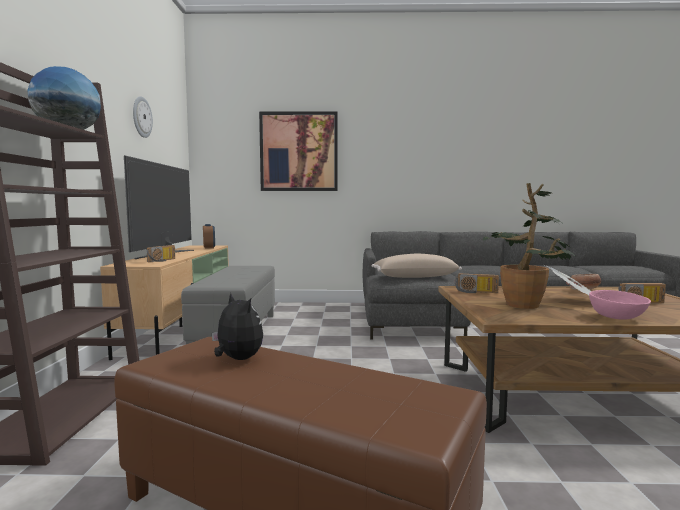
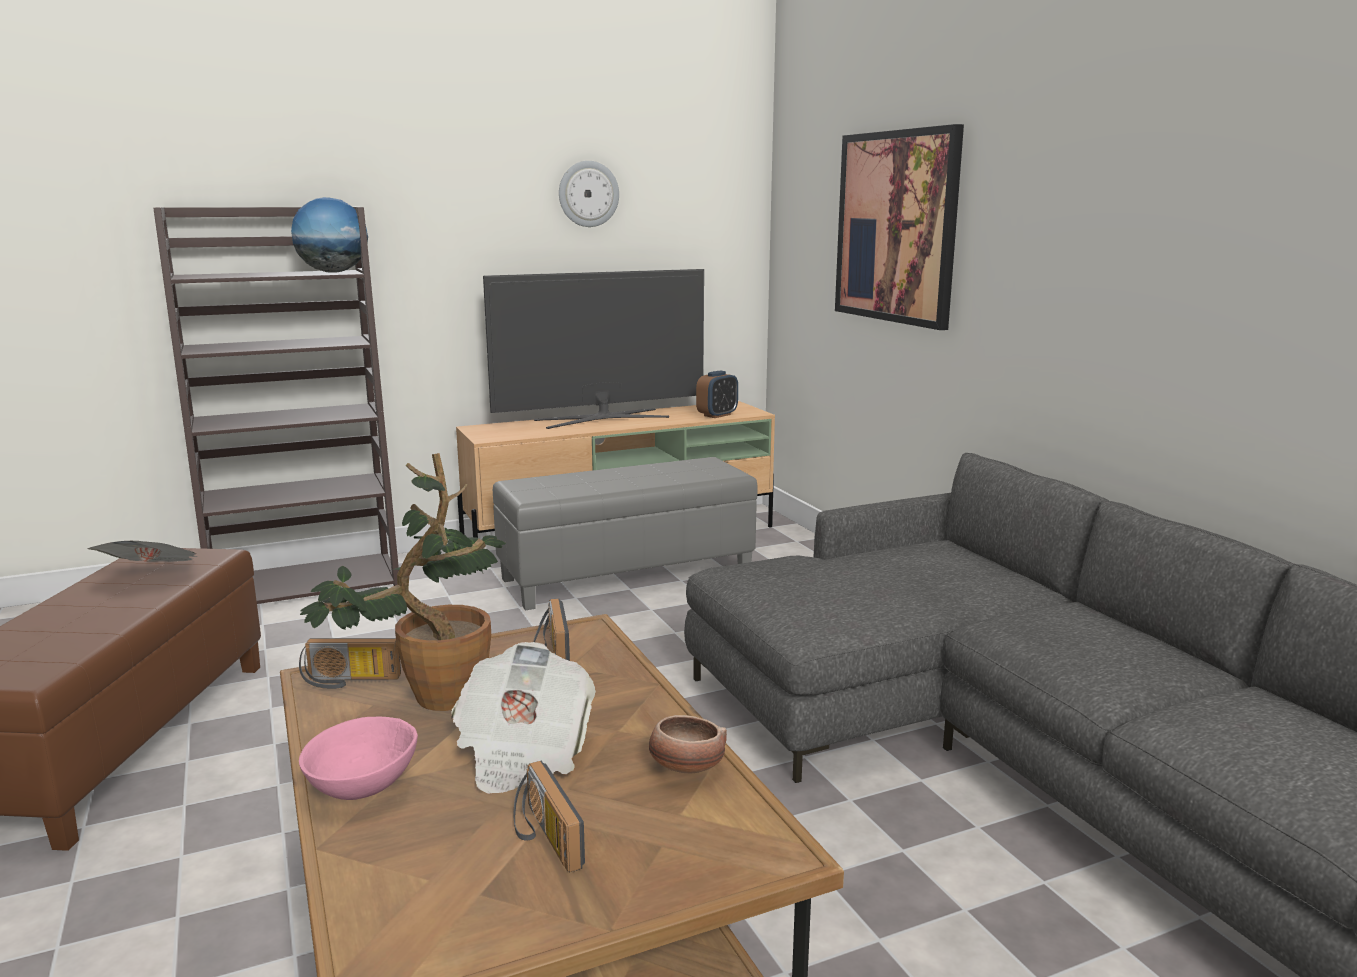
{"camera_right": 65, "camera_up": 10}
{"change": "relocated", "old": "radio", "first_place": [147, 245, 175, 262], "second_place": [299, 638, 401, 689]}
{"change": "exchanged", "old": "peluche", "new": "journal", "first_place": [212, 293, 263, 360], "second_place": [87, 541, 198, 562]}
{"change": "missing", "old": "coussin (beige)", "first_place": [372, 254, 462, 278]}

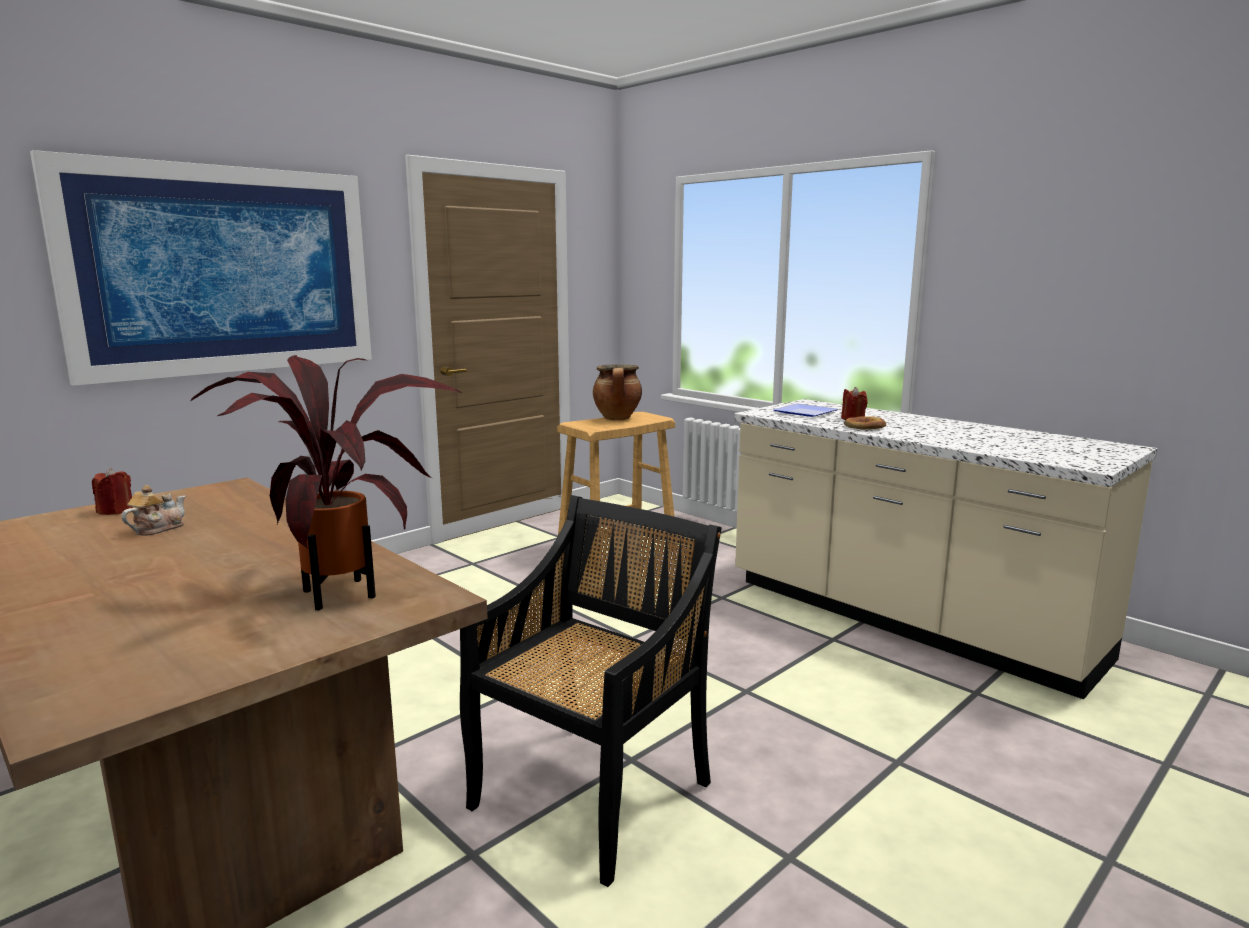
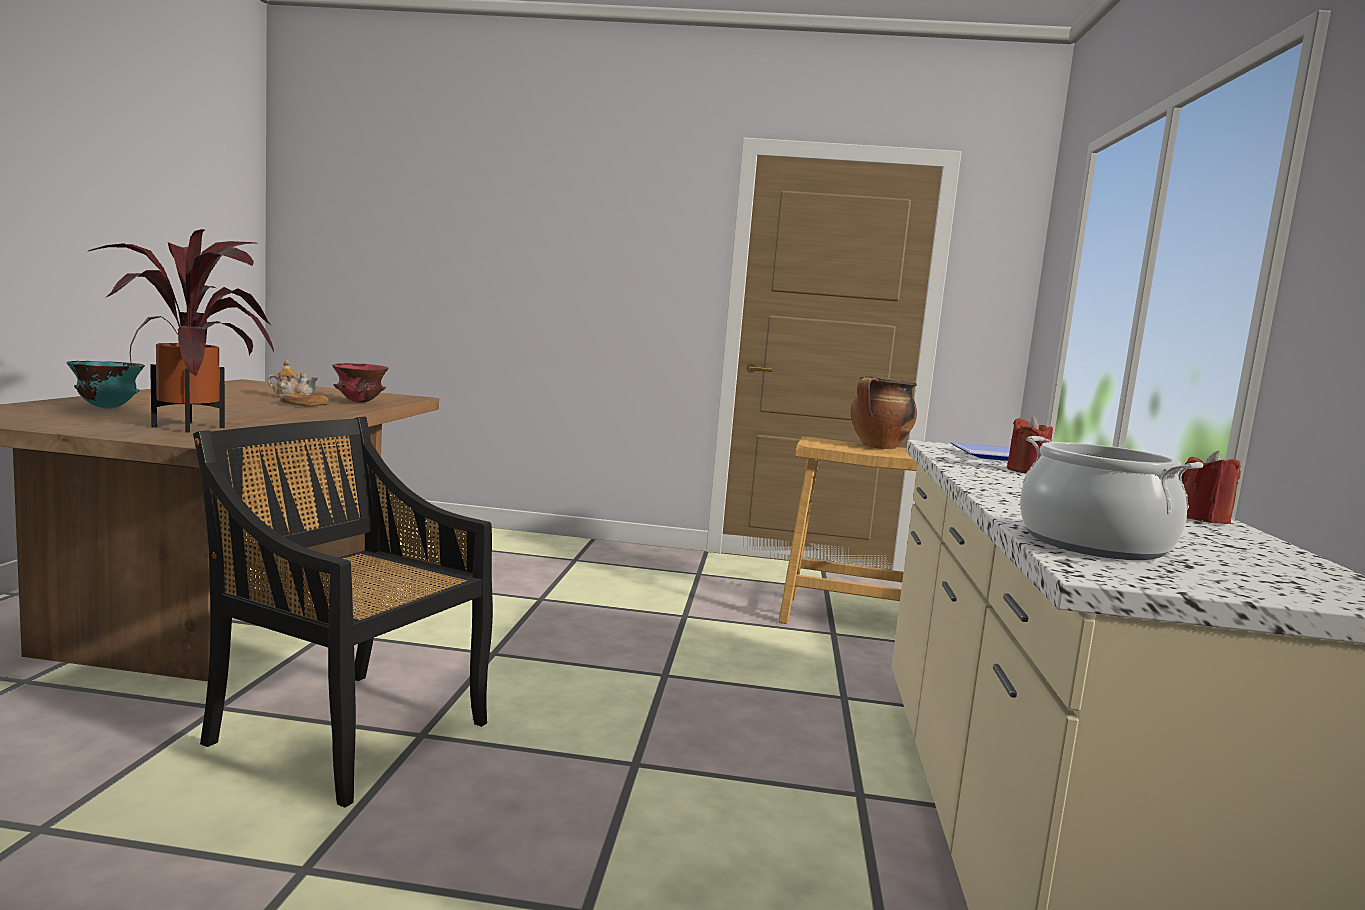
{"camera_right": 50, "camera_up": -5}
{"change": "missing", "old": "tableau", "first_place": [30, 150, 372, 386]}
{"change": "relocated", "old": "bougie (rouge)", "first_place": [92, 468, 133, 515], "second_place": [1182, 451, 1241, 524]}
{"change": "spun", "old": "chaise (noir)", "first_place": [460, 495, 722, 887], "second_place": [193, 417, 493, 808], "degrees": -150}
{"change": "relocated", "old": "pain", "first_place": [844, 416, 886, 430], "second_place": [280, 393, 329, 407]}
{"change": "appeared", "new": "bol (turquoise)", "second_place": [66, 361, 145, 409]}
{"change": "appeared", "new": "bol (rouge)", "second_place": [332, 363, 389, 403]}
{"change": "appeared", "new": "marmite", "second_place": [1020, 436, 1203, 560]}

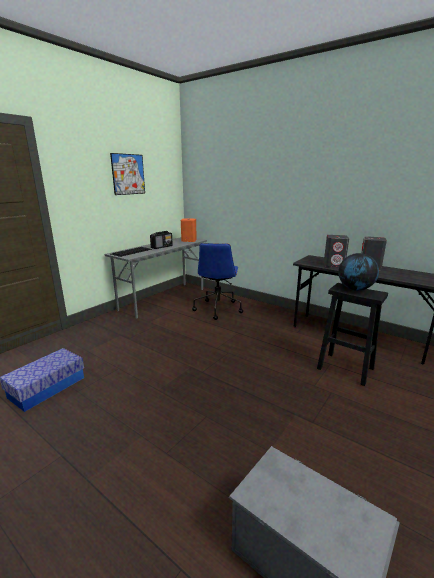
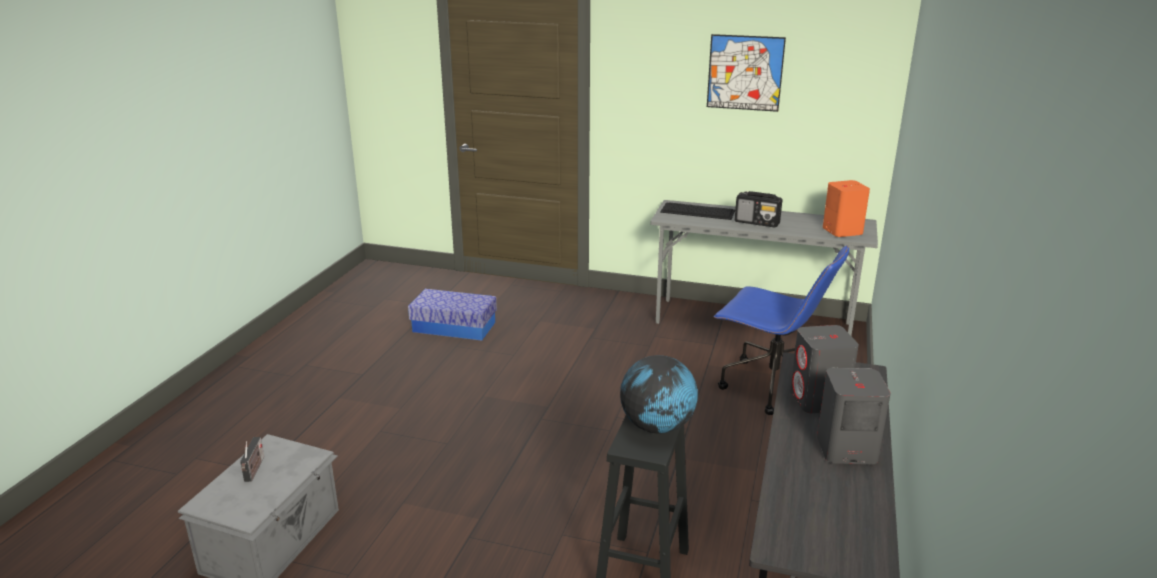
{"camera_right": 70, "camera_up": 5}
{"change": "spun", "old": "chaise de bureau (bleu)", "first_place": [192, 243, 243, 320], "second_place": [714, 245, 849, 415], "degrees": -135}
{"change": "appeared", "new": "radio", "second_place": [240, 437, 264, 482]}

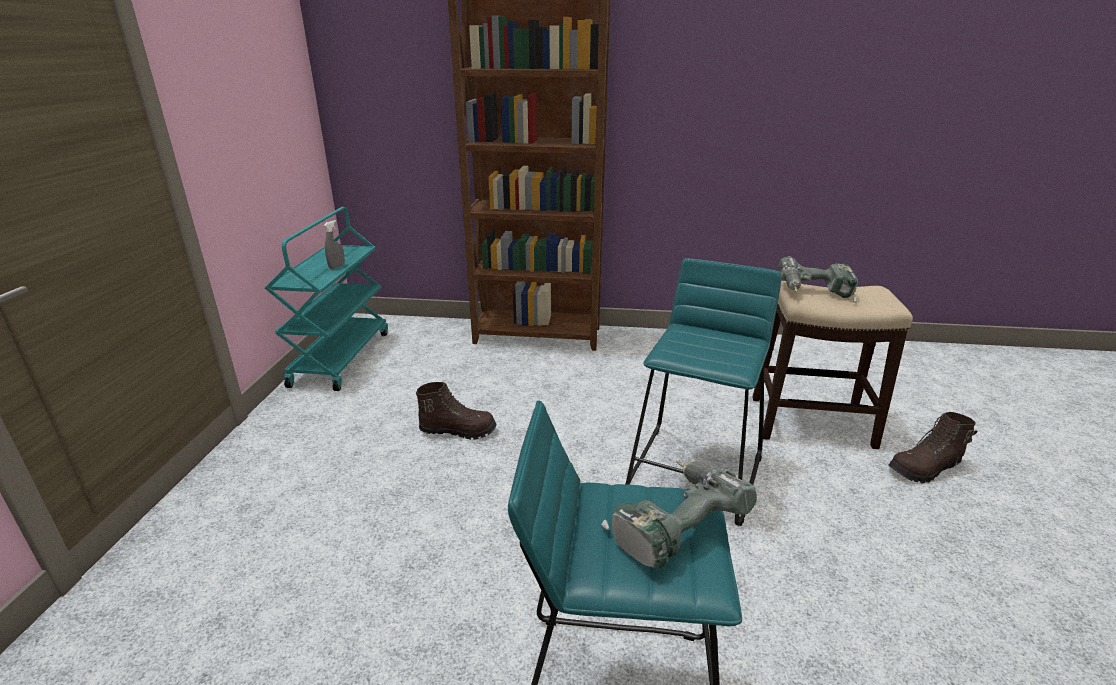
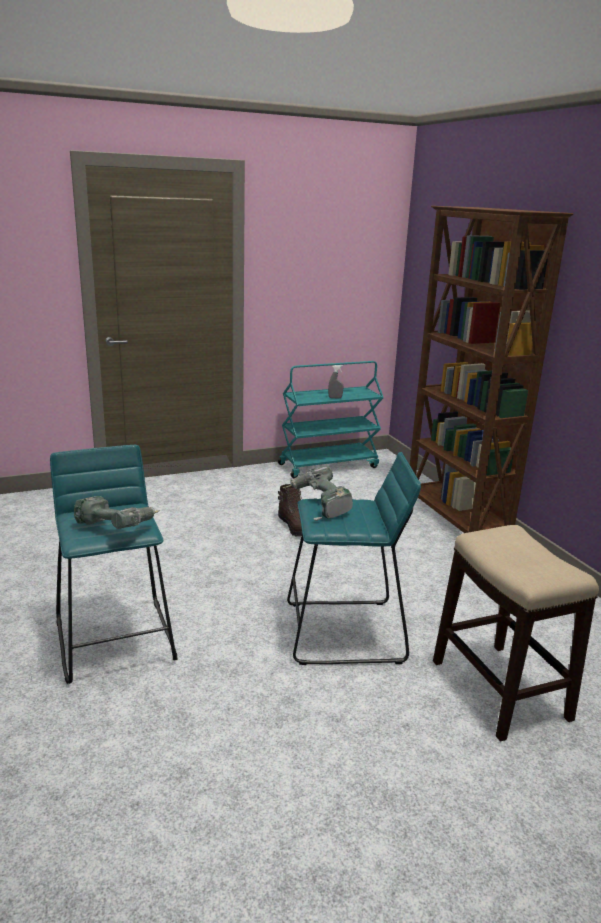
{"camera_right": 60, "camera_up": -5}
{"change": "relocated", "old": "perceuse", "first_place": [778, 256, 858, 302], "second_place": [283, 466, 353, 521]}
{"change": "missing", "old": "botte (marron)", "first_place": [888, 412, 978, 483]}

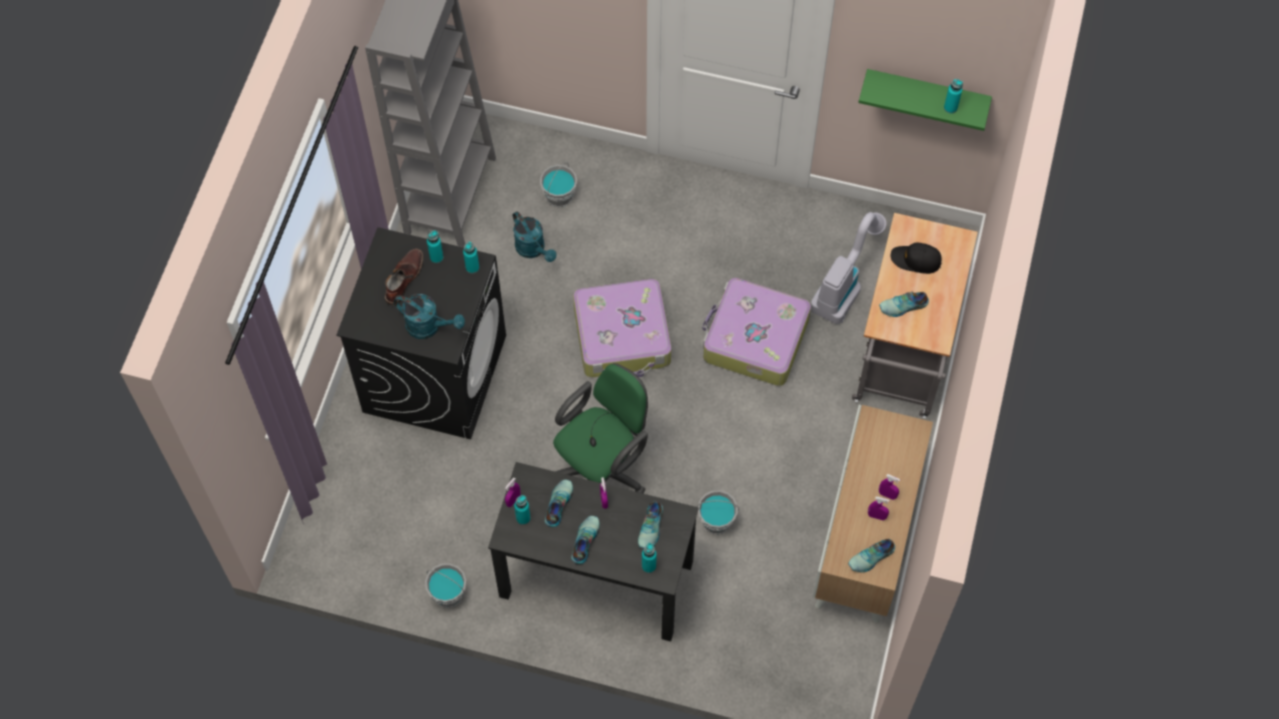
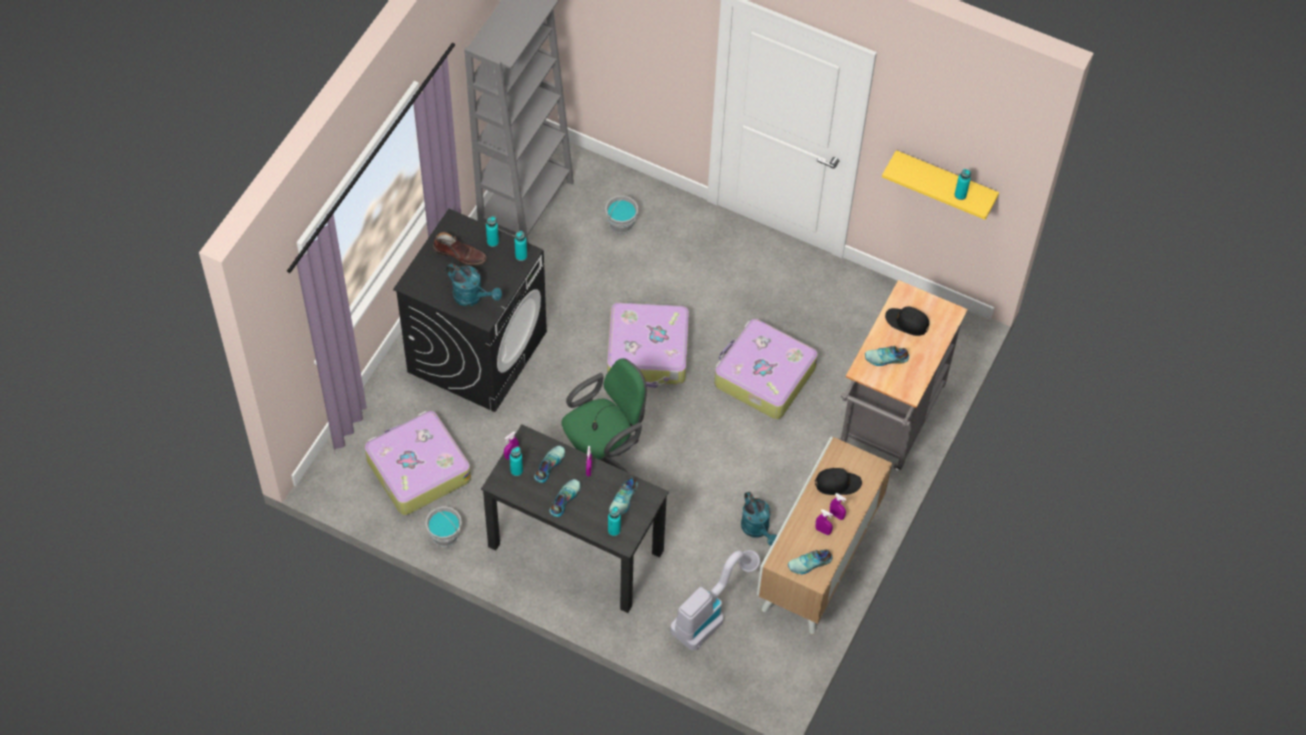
{"camera_right": 10, "camera_up": -5}
{"change": "spun", "old": "botte (marron)", "first_place": [385, 249, 423, 306], "second_place": [433, 232, 487, 266], "degrees": 75}
{"change": "relocated", "old": "arrosoir (turquoise)", "first_place": [513, 211, 556, 262], "second_place": [741, 491, 777, 546]}
{"change": "missing", "old": "seau (gris)", "first_place": [697, 490, 739, 535]}
{"change": "relocated", "old": "aspirateur", "first_place": [811, 212, 886, 324], "second_place": [670, 550, 760, 650]}
{"change": "colour", "old": "étagère (vert)", "new": "étagère (jaune)", "first_place": [859, 69, 992, 131], "second_place": [882, 150, 999, 220]}
{"change": "appeared", "new": "valise", "second_place": [364, 411, 471, 515]}
{"change": "appeared", "new": "casquette (noir)", "second_place": [815, 468, 862, 495]}

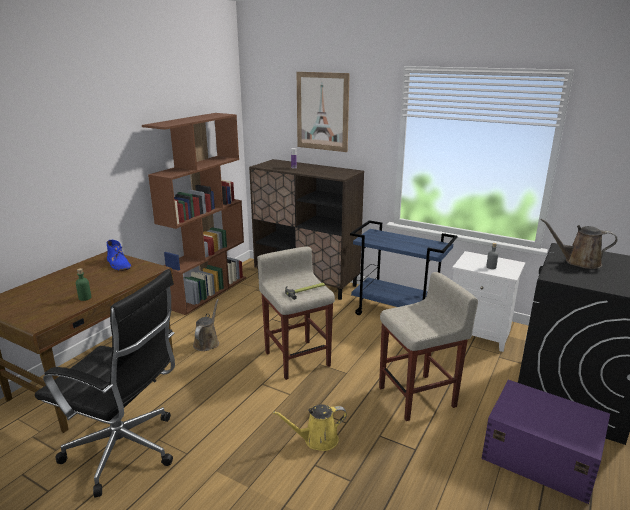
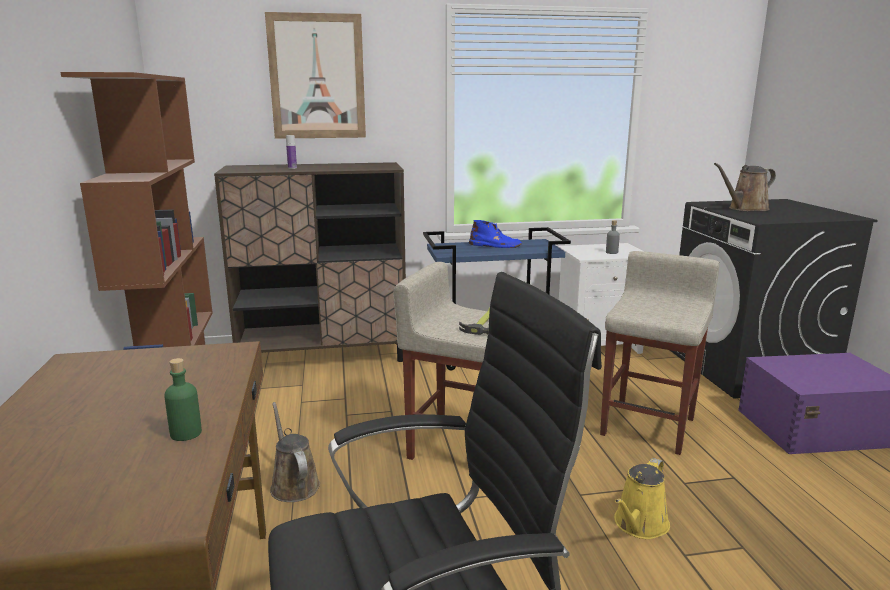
{"camera_right": -40, "camera_up": -5}
{"change": "relocated", "old": "botte (bleu)", "first_place": [106, 240, 131, 271], "second_place": [469, 220, 522, 248]}

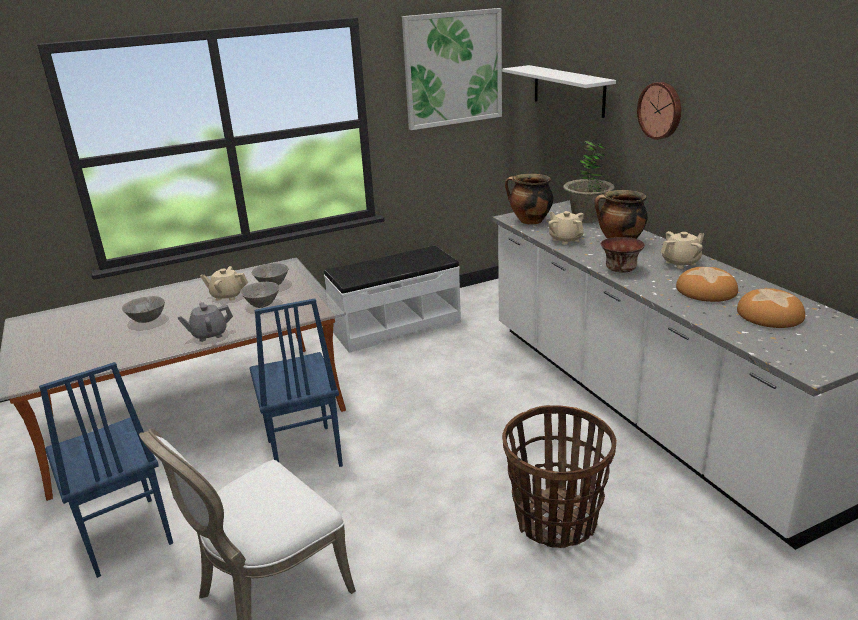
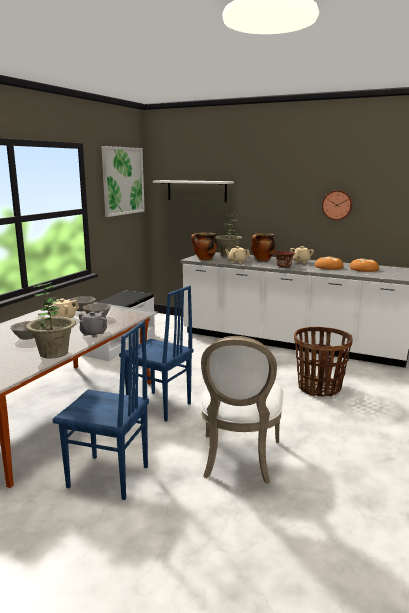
{"camera_right": -40, "camera_up": -10}
{"change": "relocated", "old": "horloge murale", "first_place": [637, 82, 681, 140], "second_place": [322, 190, 352, 220]}
{"change": "appeared", "new": "plante en pot", "second_place": [26, 282, 76, 358]}

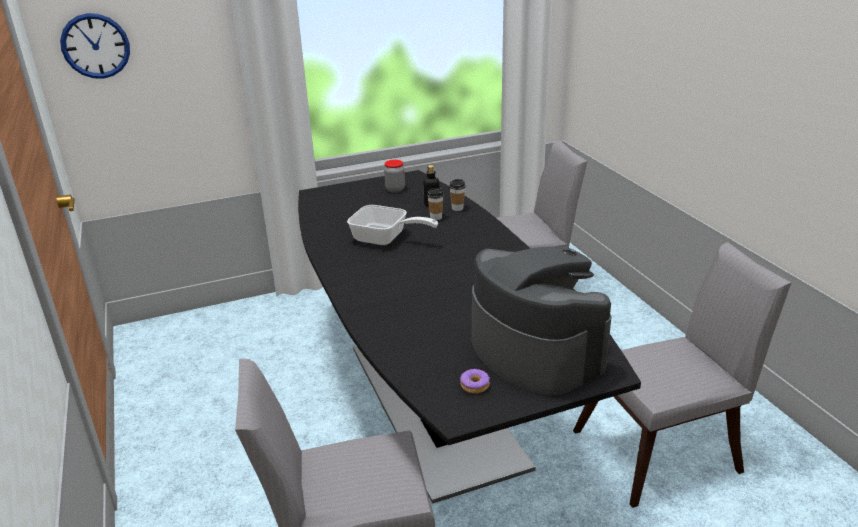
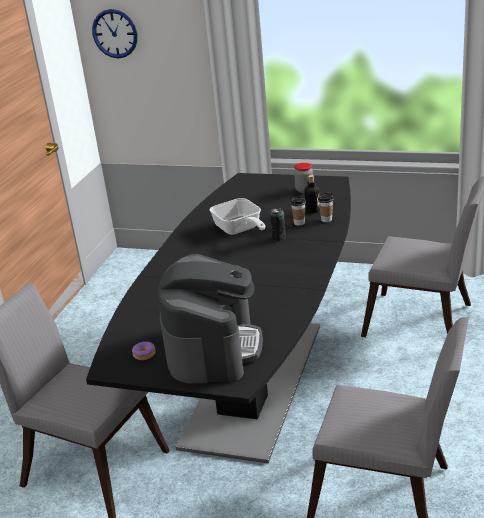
{"camera_right": 40, "camera_up": 0}
{"change": "appeared", "new": "boîte métallique", "second_place": [270, 208, 286, 241]}

